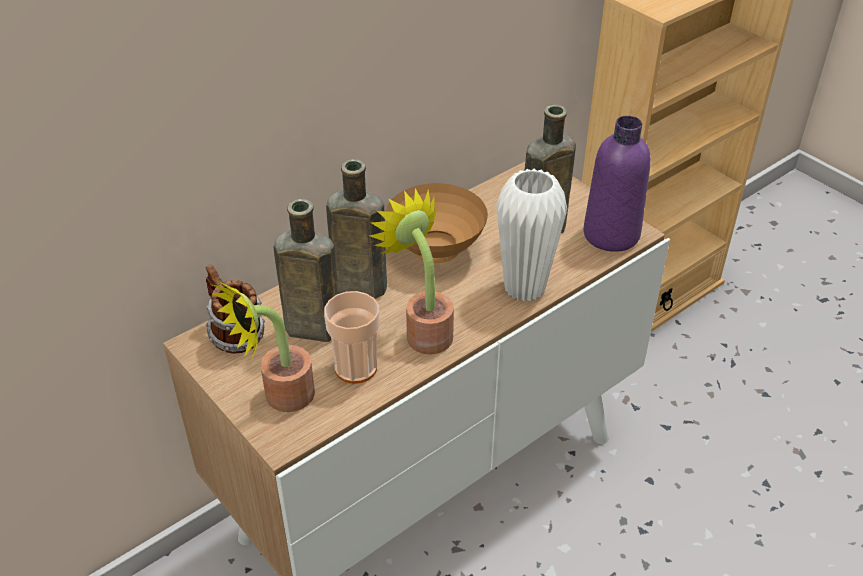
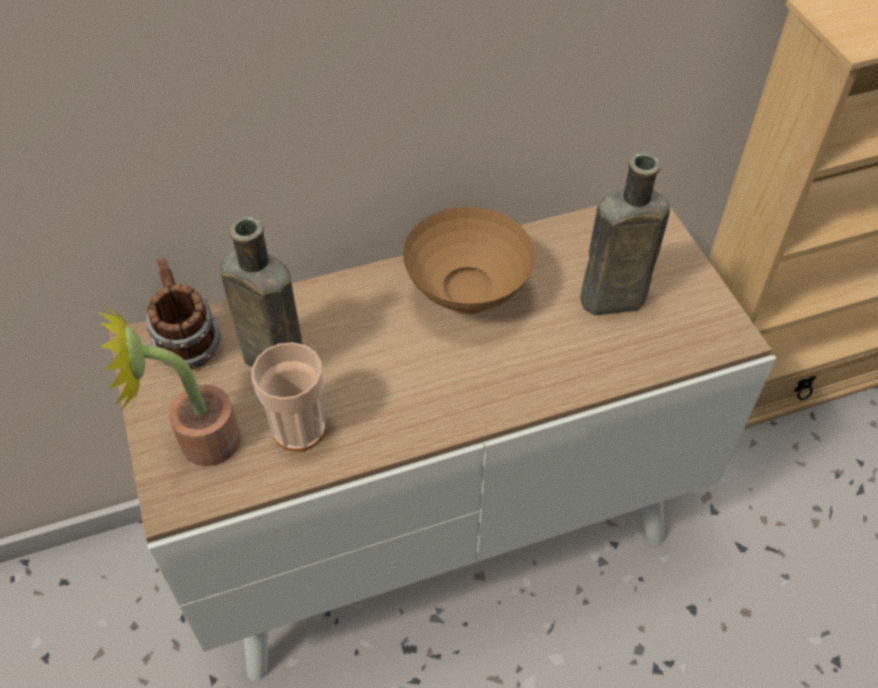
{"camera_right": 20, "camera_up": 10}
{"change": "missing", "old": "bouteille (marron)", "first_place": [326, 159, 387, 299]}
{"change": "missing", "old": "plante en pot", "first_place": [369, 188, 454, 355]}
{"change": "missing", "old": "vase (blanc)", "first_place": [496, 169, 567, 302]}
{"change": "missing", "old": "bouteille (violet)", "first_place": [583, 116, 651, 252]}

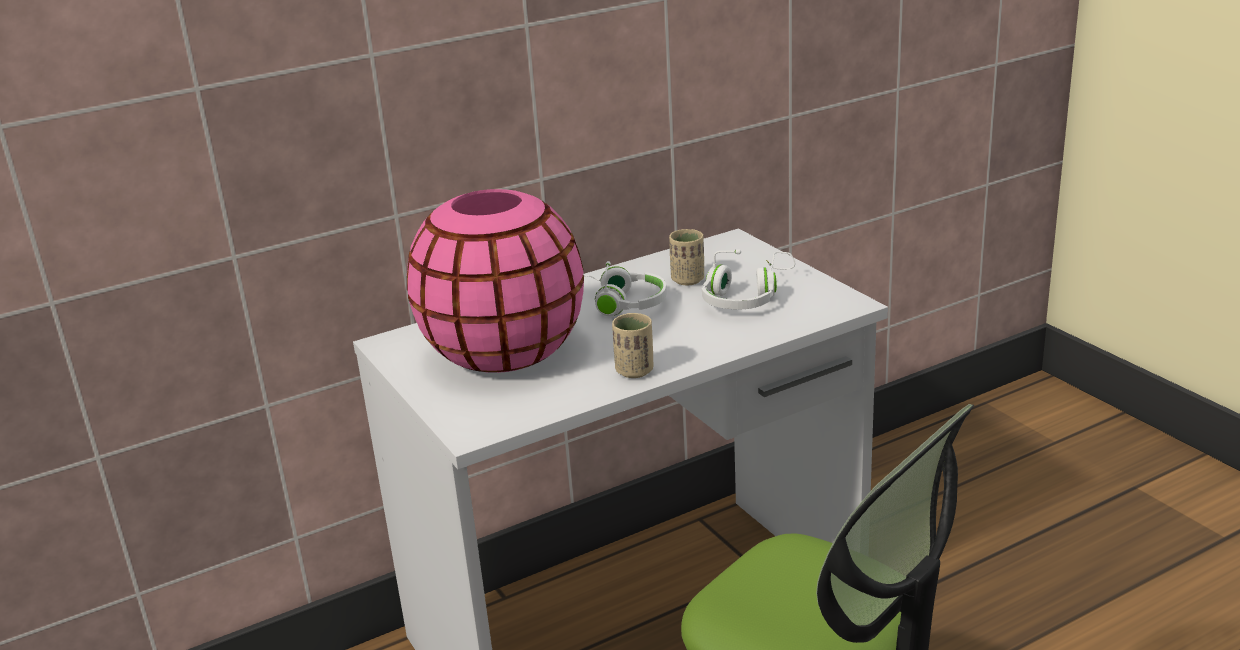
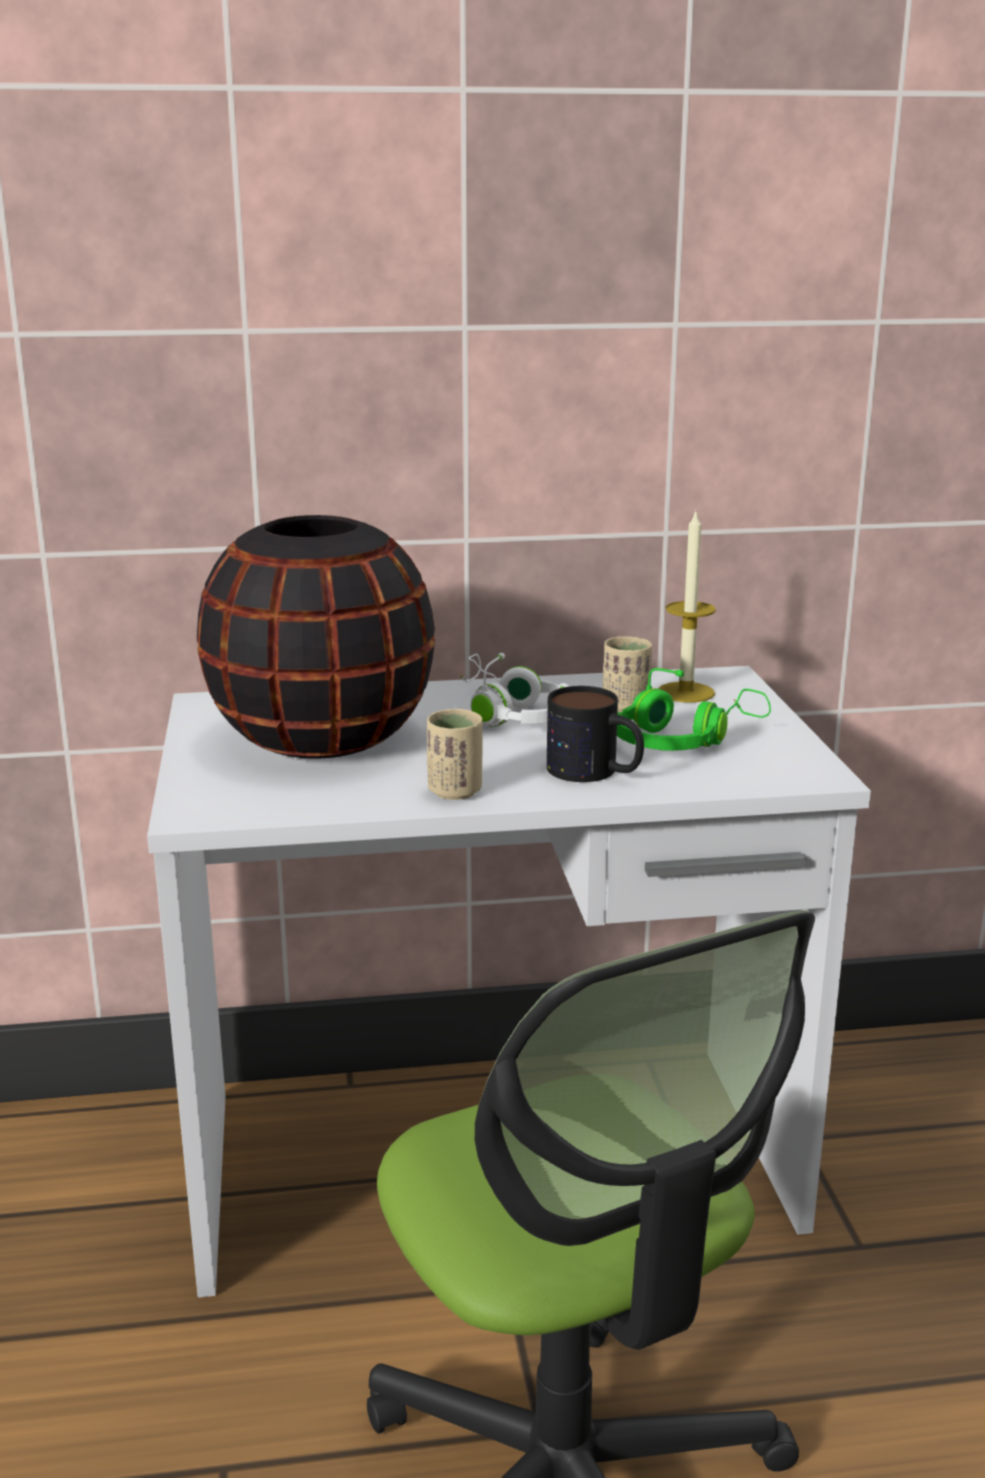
{"camera_right": 20, "camera_up": -5}
{"change": "colour", "old": "vase (rose)", "new": "vase (noir)", "first_place": [407, 189, 584, 373], "second_place": [197, 515, 435, 759]}
{"change": "colour", "old": "casque audio (blanc)", "new": "casque audio (vert)", "first_place": [702, 249, 795, 310], "second_place": [617, 668, 771, 751]}
{"change": "appeared", "new": "mug", "second_place": [547, 686, 644, 782]}
{"change": "appeared", "new": "bougie", "second_place": [658, 511, 716, 703]}

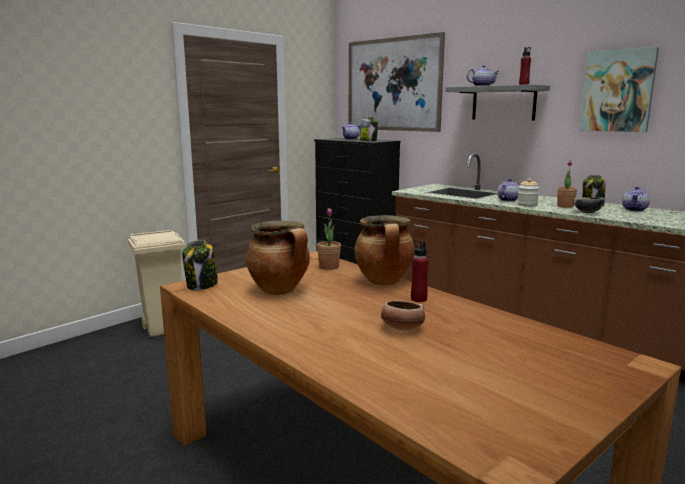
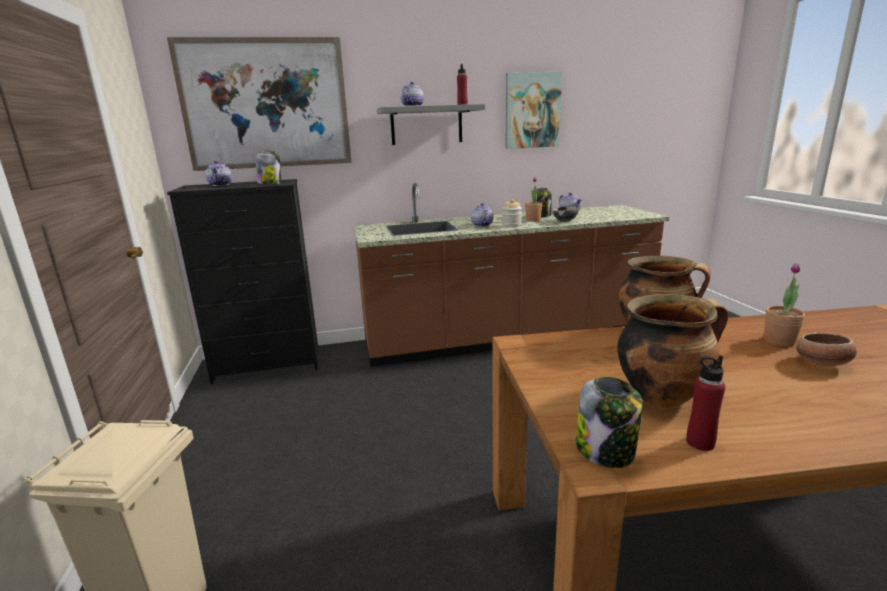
{"camera_right": -55, "camera_up": 5}
{"change": "relocated", "old": "plante en pot", "first_place": [317, 208, 341, 270], "second_place": [764, 263, 805, 347]}
{"change": "relocated", "old": "bouteille (rouge)", "first_place": [411, 240, 429, 302], "second_place": [686, 355, 725, 451]}

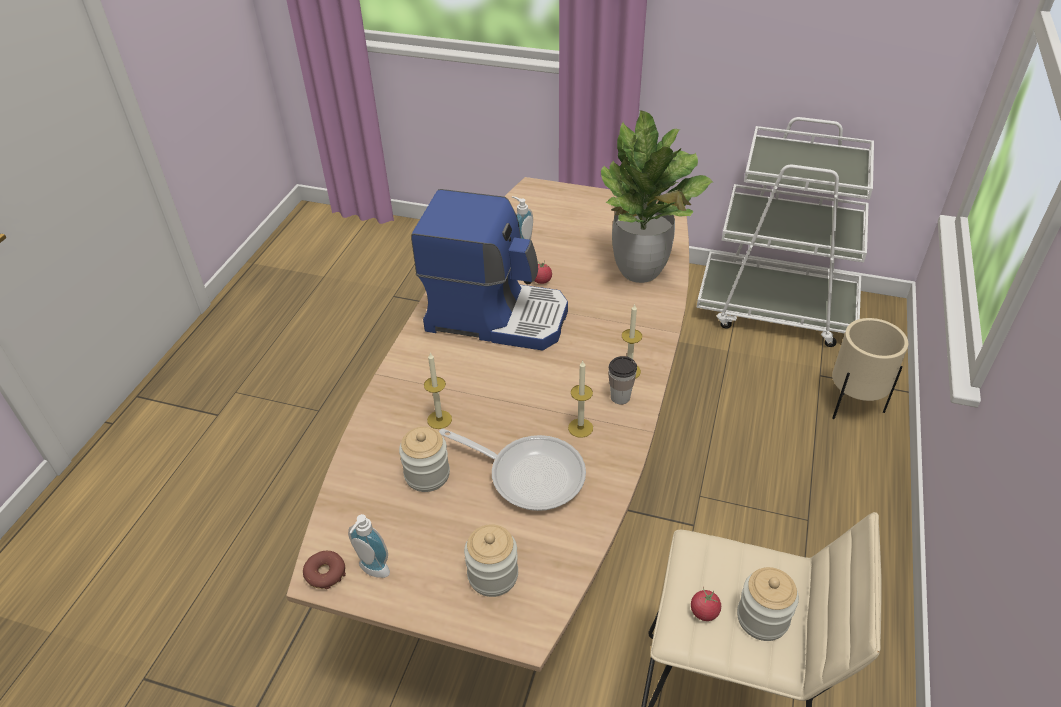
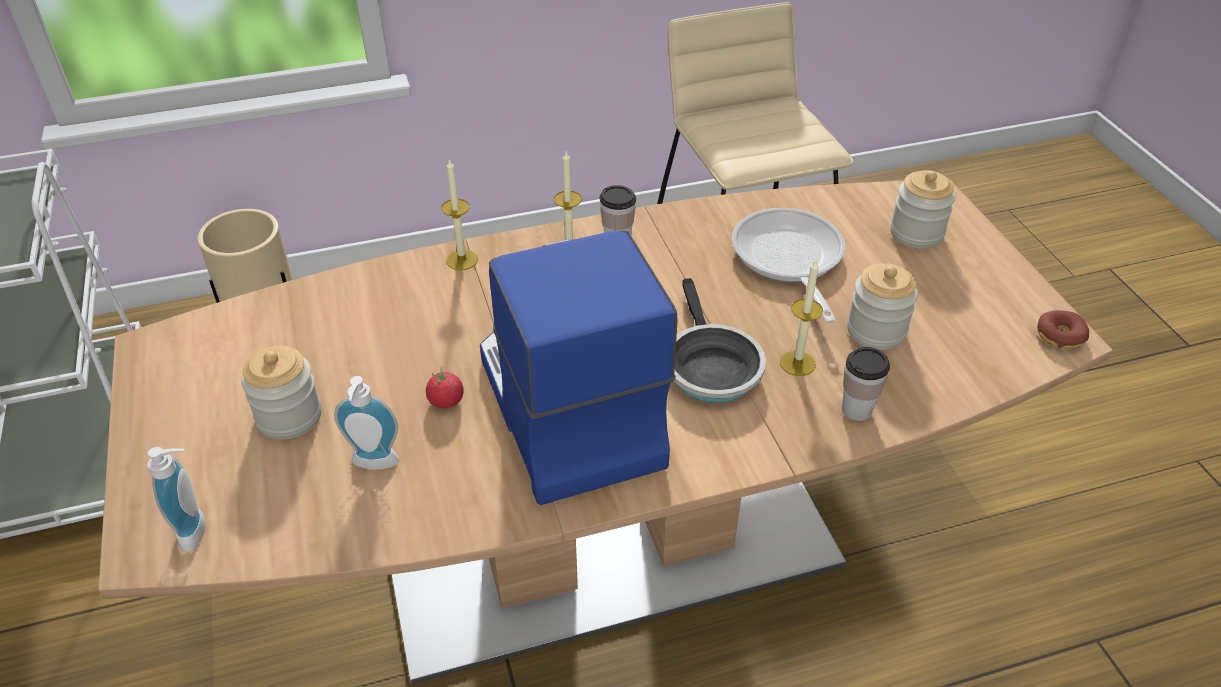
{"camera_right": -125, "camera_up": 0}
{"change": "relocated", "old": "distributeur de savon", "first_place": [348, 514, 390, 578], "second_place": [147, 447, 205, 552]}
{"change": "relocated", "old": "bougie", "first_place": [568, 361, 593, 438], "second_place": [441, 158, 478, 270]}
{"change": "missing", "old": "plante en pot", "first_place": [601, 110, 714, 283]}
{"change": "missing", "old": "tomate", "first_place": [691, 587, 721, 621]}
{"change": "relocated", "old": "bocal", "first_place": [737, 567, 799, 641], "second_place": [241, 346, 321, 440]}
{"change": "appeared", "new": "poêle", "second_place": [674, 278, 766, 403]}
{"change": "appeared", "new": "tasse", "second_place": [842, 347, 890, 421]}

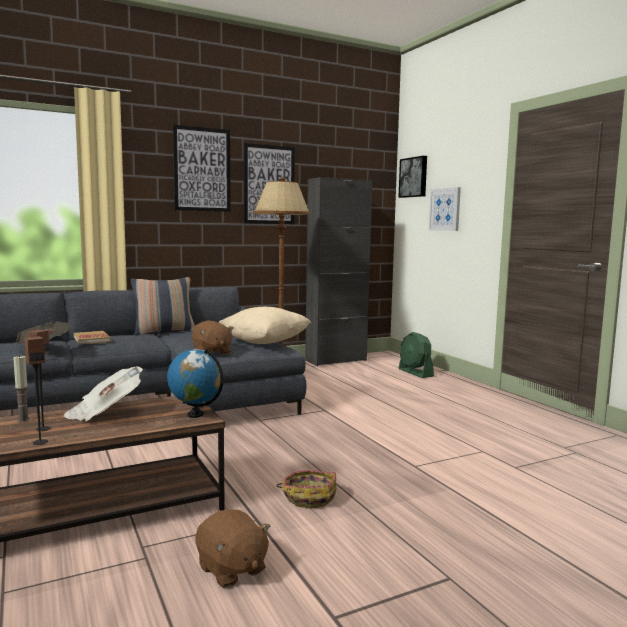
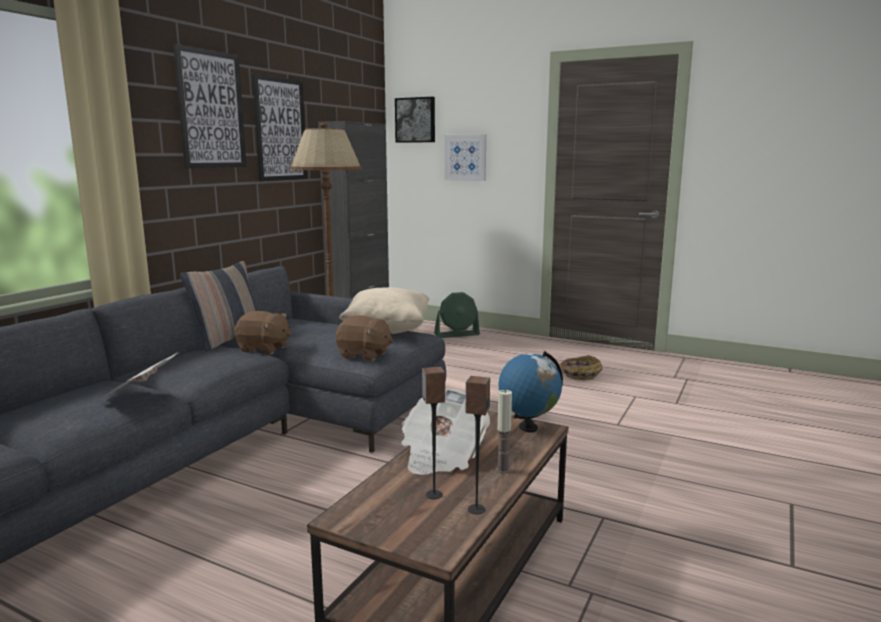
{"camera_right": -35, "camera_up": 5}
{"change": "relocated", "old": "bougie", "first_place": [13, 355, 30, 423], "second_place": [496, 390, 512, 474]}
{"change": "missing", "old": "livre", "first_place": [74, 331, 111, 345]}
{"change": "relocated", "old": "peluche (marron)", "first_place": [196, 509, 271, 588], "second_place": [234, 311, 291, 354]}
{"change": "relocated", "old": "panier", "first_place": [276, 470, 337, 509], "second_place": [560, 355, 603, 380]}
{"change": "spun", "old": "ventilateur (vert)", "first_place": [399, 332, 434, 378], "second_place": [434, 292, 480, 338], "degrees": -45}

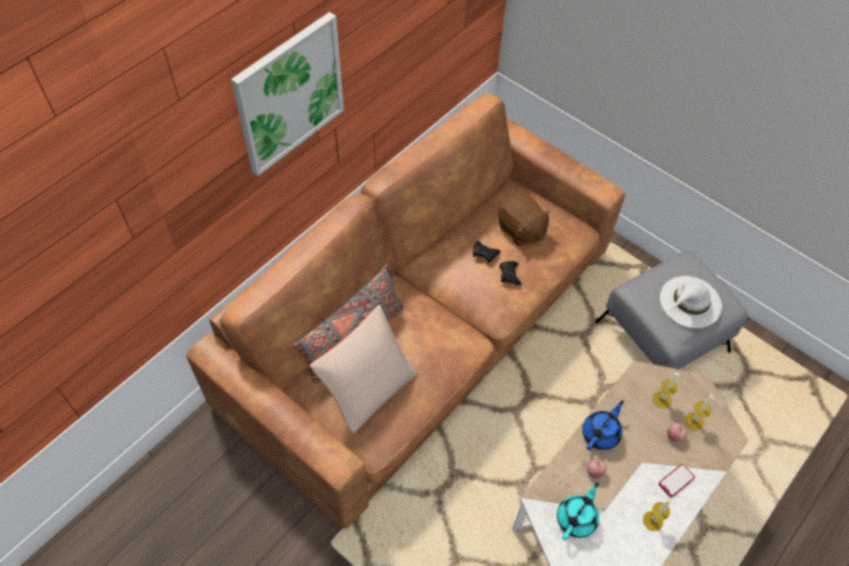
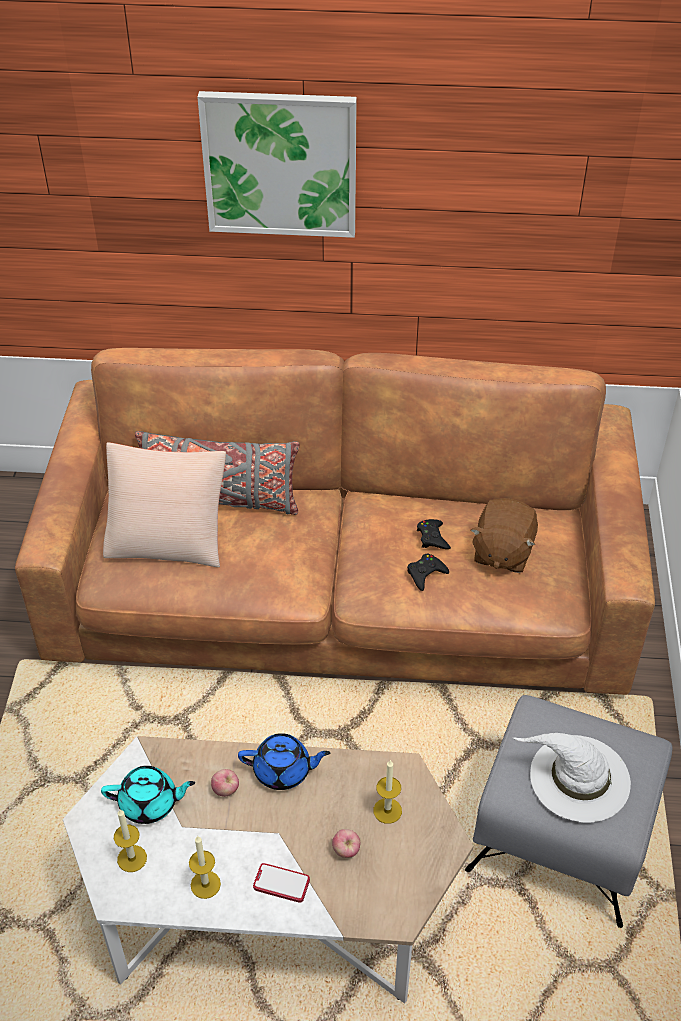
{"camera_right": 55, "camera_up": -10}
{"change": "relocated", "old": "bougie", "first_place": [685, 395, 714, 430], "second_place": [114, 809, 147, 872]}

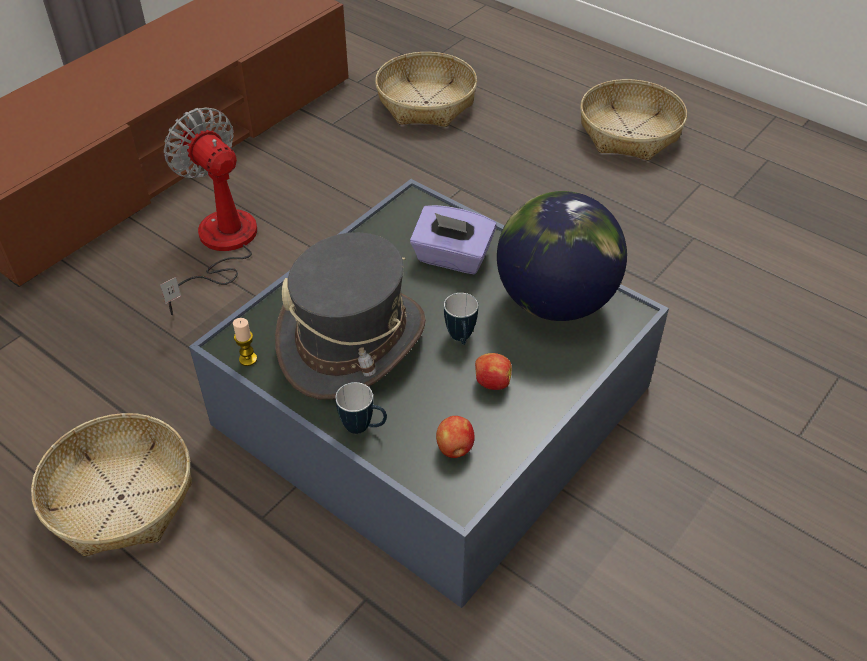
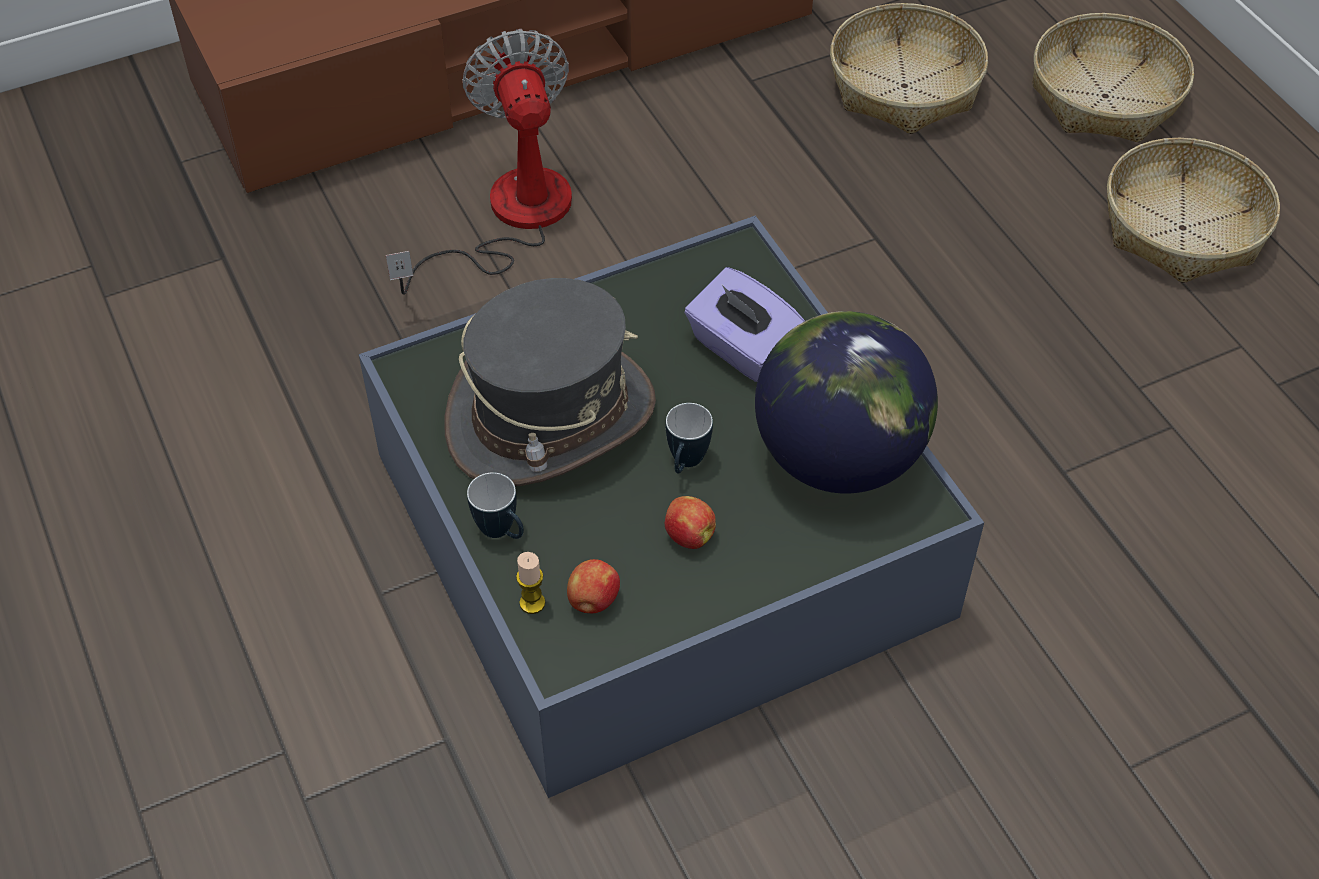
{"camera_right": 25, "camera_up": 5}
{"change": "relocated", "old": "panier", "first_place": [31, 413, 192, 557], "second_place": [1032, 13, 1194, 143]}
{"change": "relocated", "old": "bougie", "first_place": [233, 318, 257, 366], "second_place": [516, 552, 545, 614]}

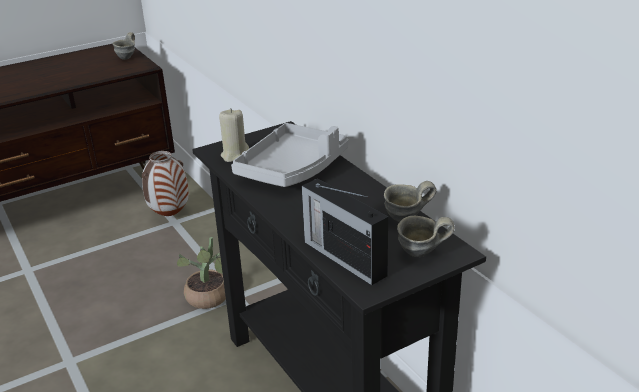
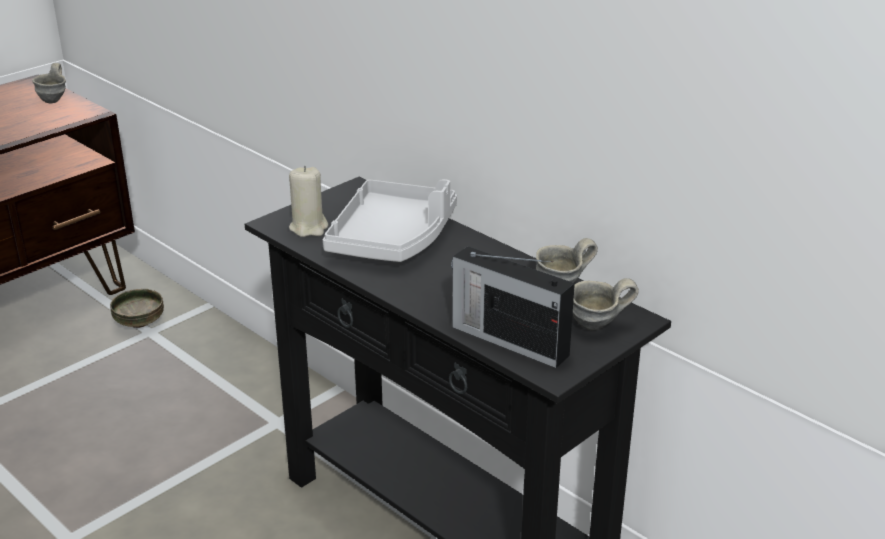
{"camera_right": -15, "camera_up": 0}
{"change": "exchanged", "old": "vase", "new": "bol", "first_place": [142, 151, 189, 216], "second_place": [110, 289, 164, 328]}
{"change": "missing", "old": "plante en pot", "first_place": [177, 237, 226, 309]}

